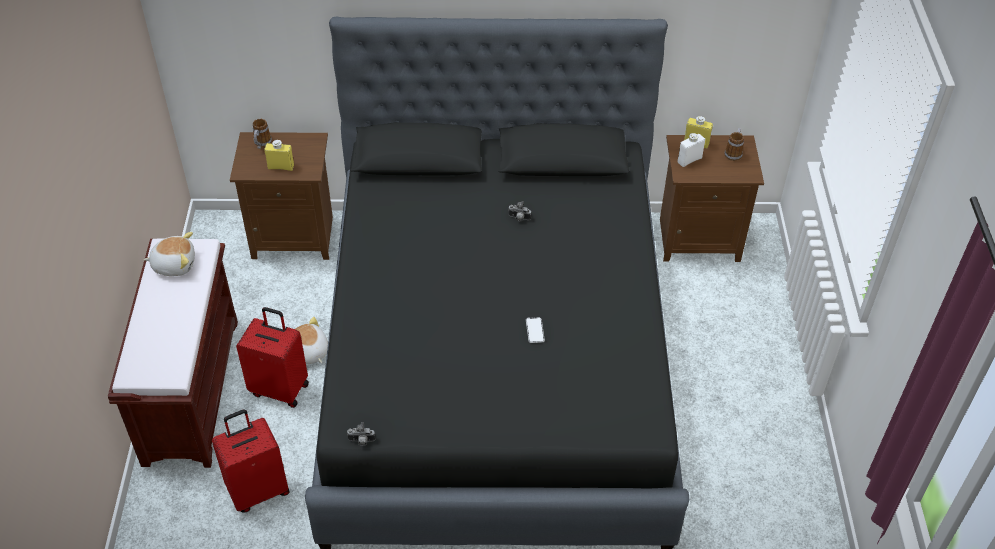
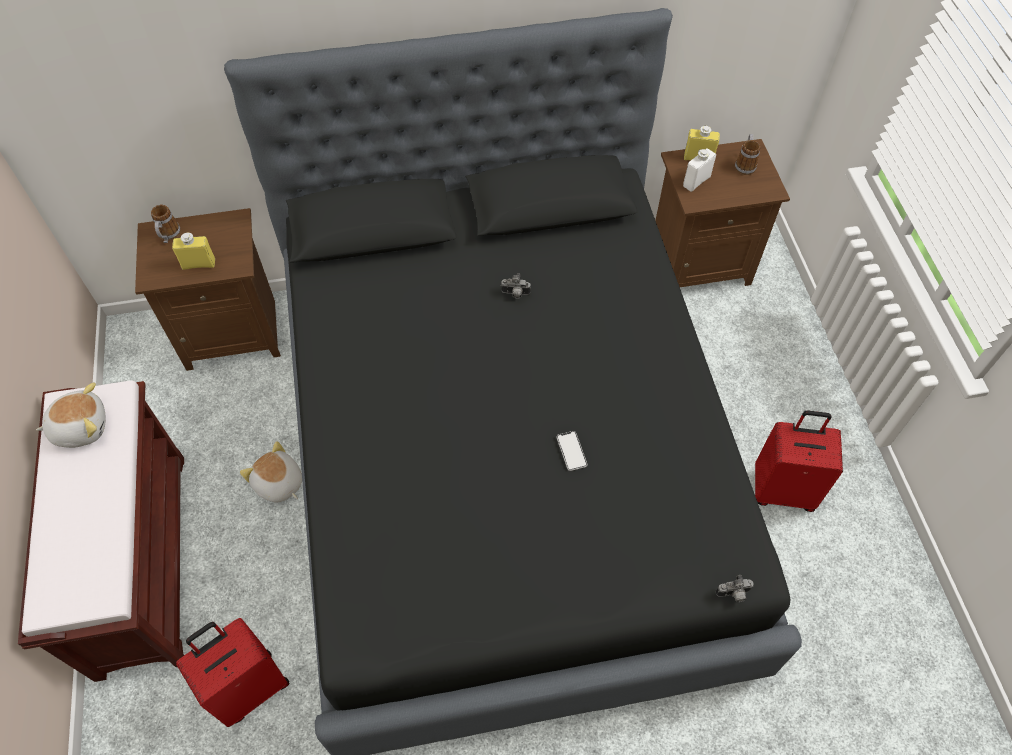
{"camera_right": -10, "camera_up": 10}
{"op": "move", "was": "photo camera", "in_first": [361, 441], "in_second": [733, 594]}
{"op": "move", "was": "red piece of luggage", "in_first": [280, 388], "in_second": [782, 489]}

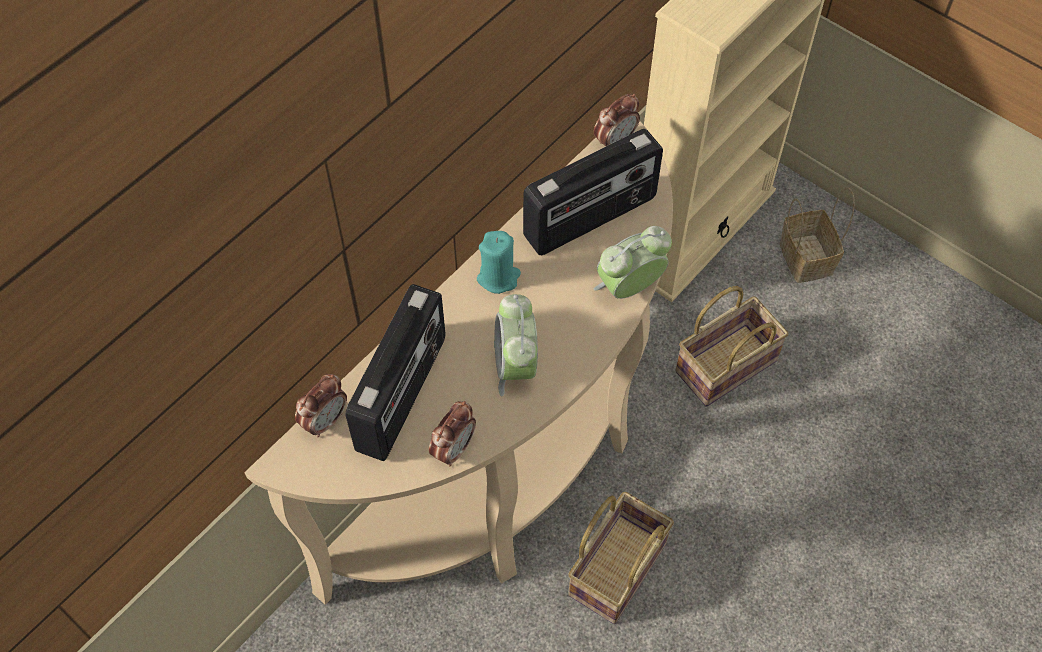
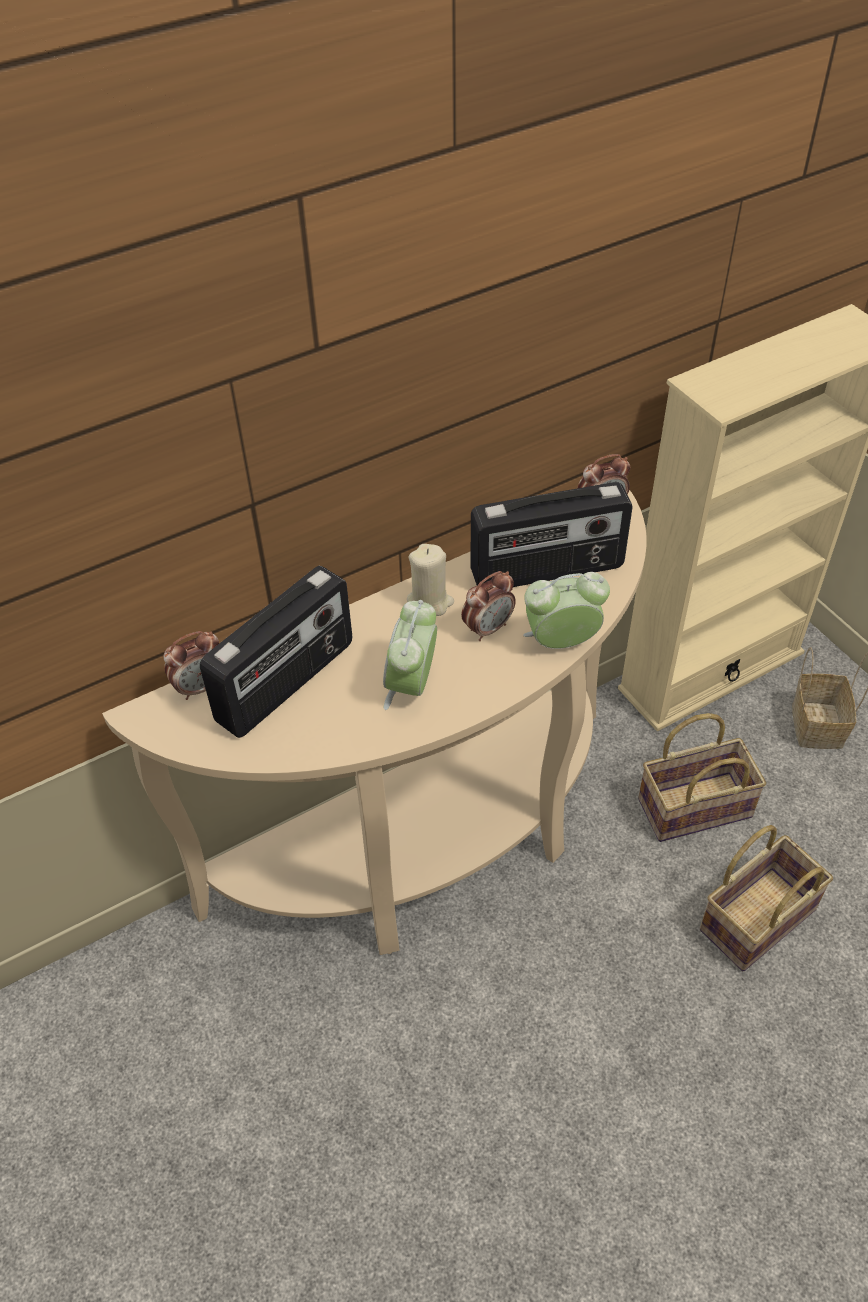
{"camera_right": 20, "camera_up": -10}
{"op": "recolor", "was": "turquoise-coloured wax light", "now": "beige wax light", "in_first": [498, 277], "in_second": [430, 602]}
{"op": "move", "was": "bedside clock", "in_first": [454, 449], "in_second": [488, 628]}
{"op": "move", "was": "basket", "in_first": [617, 566], "in_second": [757, 916]}

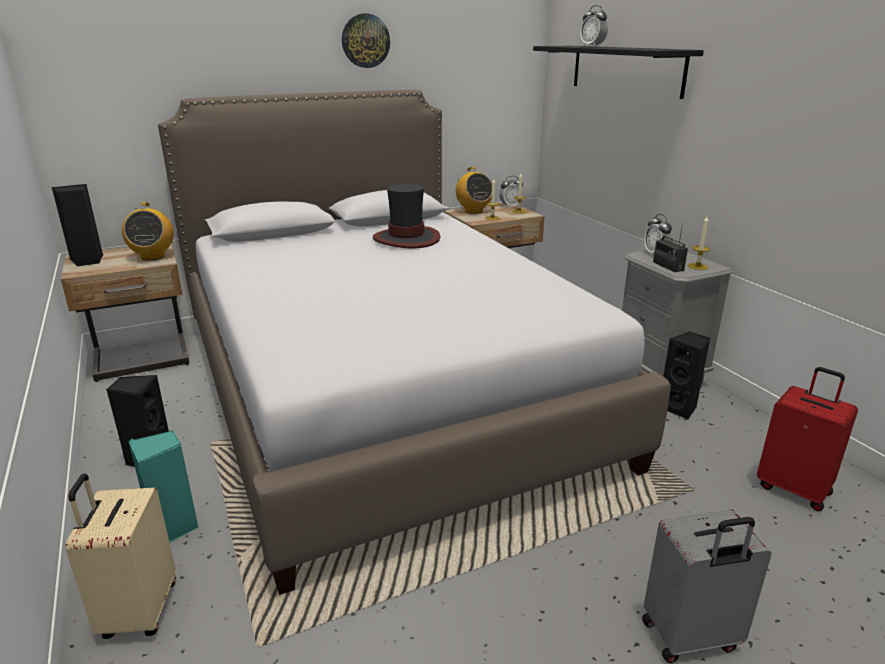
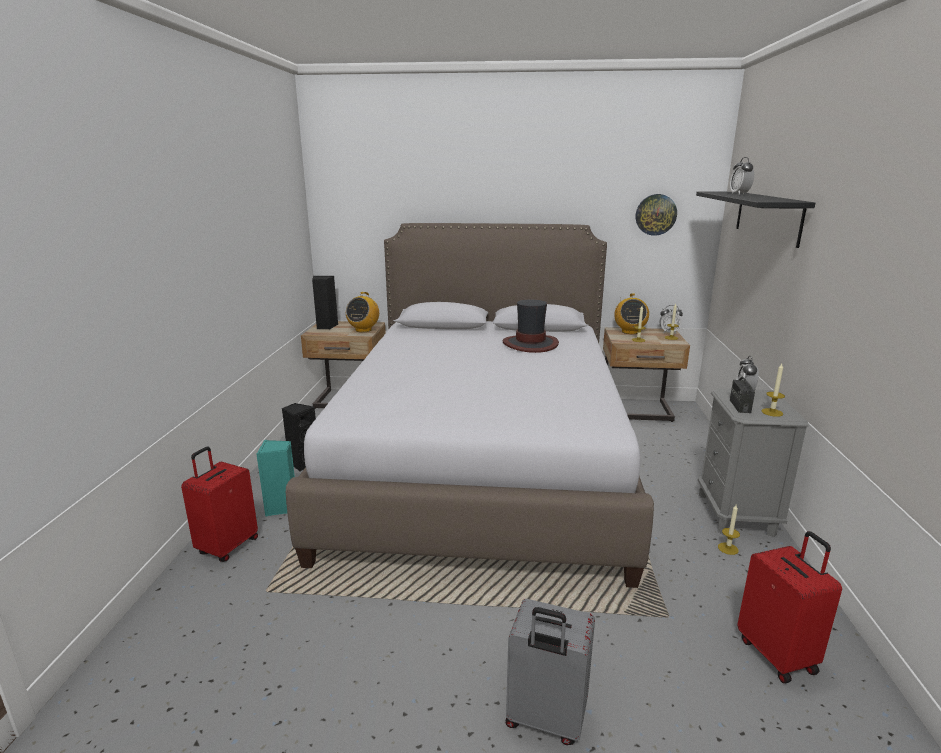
{"camera_right": 30, "camera_up": -5}
{"op": "recolor", "was": "beige piece of luggage", "now": "red piece of luggage", "in_first": [138, 611], "in_second": [227, 546]}
{"op": "move", "was": "wall clock", "in_first": [365, 41], "in_second": [655, 214]}
{"op": "replace", "was": "black-coloured audio speaker", "now": "wax light", "in_first": [679, 408], "in_second": [728, 548]}

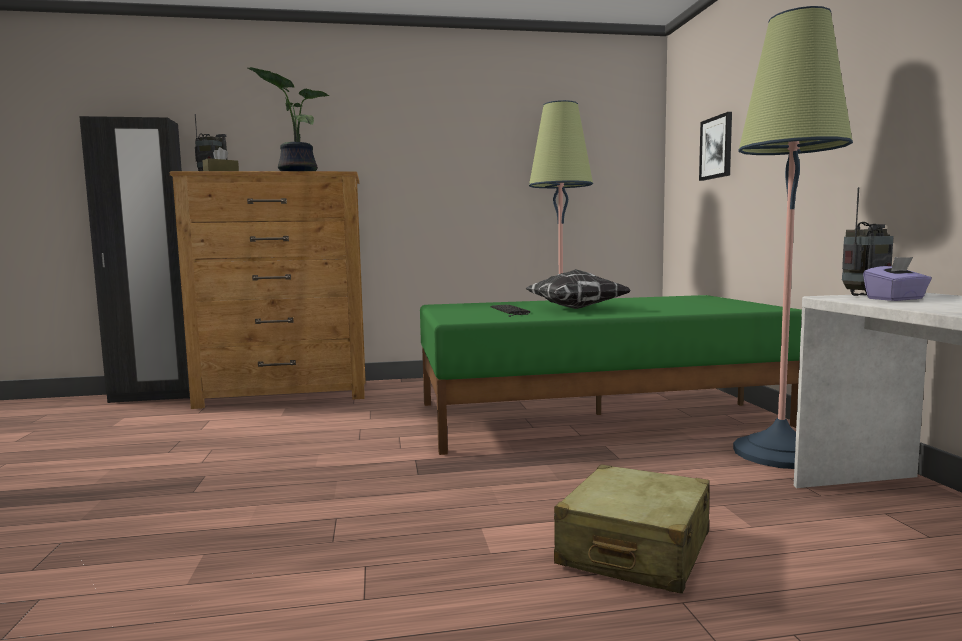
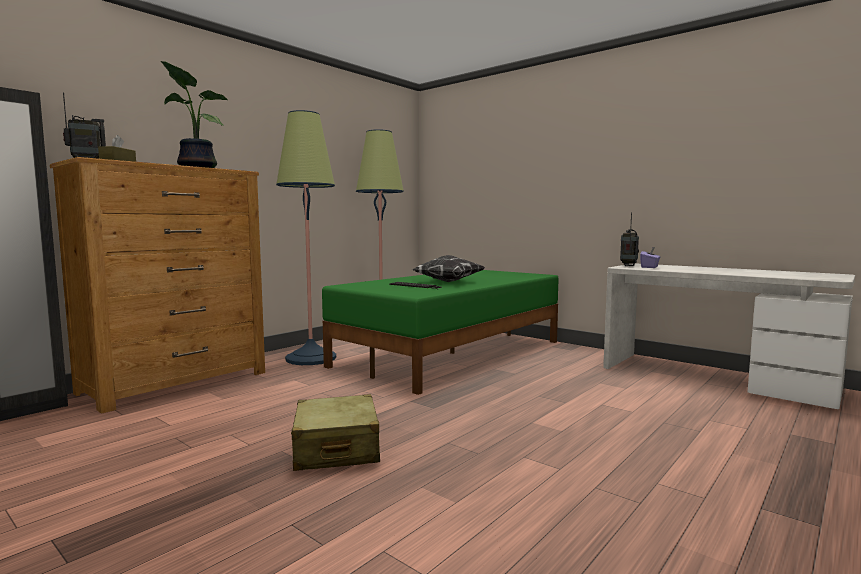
{"camera_right": -40, "camera_up": 0}
{"op": "move", "was": "standing lamp", "in_first": [780, 453], "in_second": [311, 358]}
{"op": "move", "was": "beige piece of luggage", "in_first": [635, 550], "in_second": [336, 448]}
{"op": "delete", "was": "wall picture", "in_first": [716, 147]}

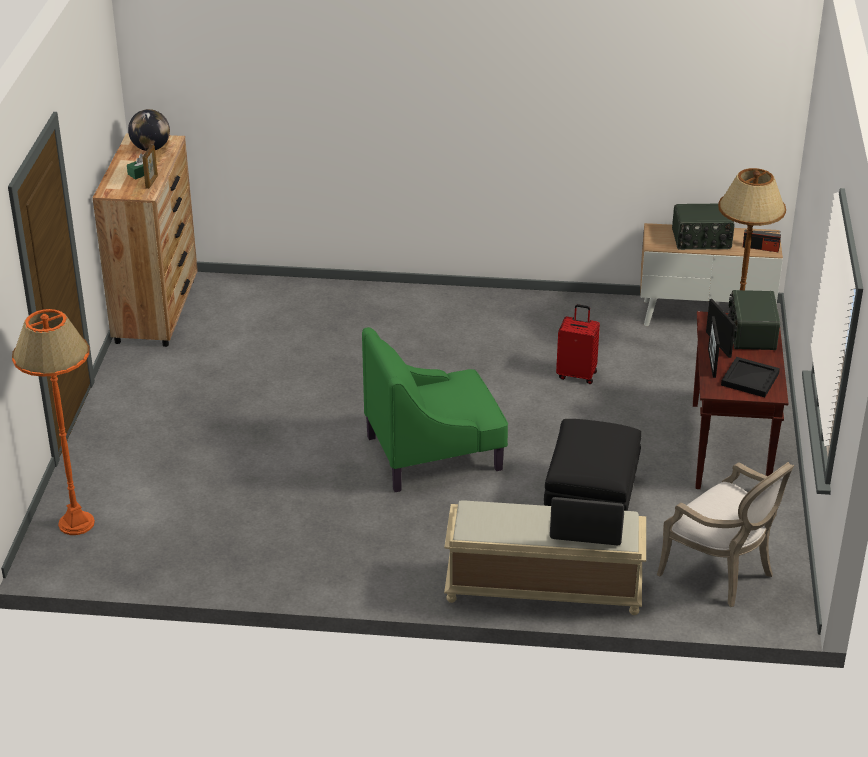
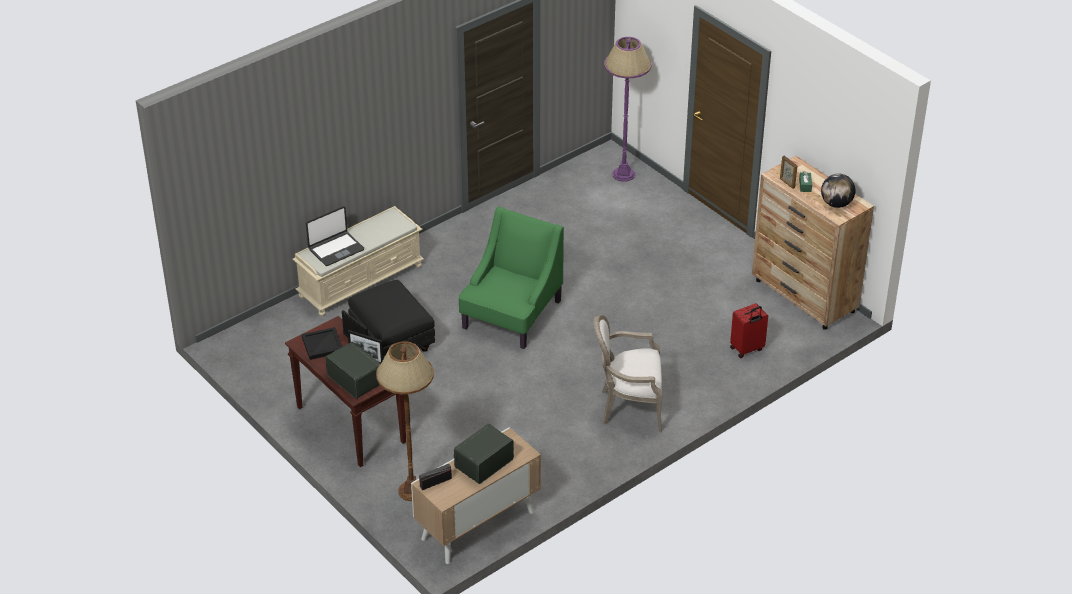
{"camera_right": 135, "camera_up": 5}
{"op": "move", "was": "armchair", "in_first": [722, 573], "in_second": [628, 407]}
{"op": "recolor", "was": "orange-coloured standing lamp", "now": "purple-coloured standing lamp", "in_first": [76, 523], "in_second": [624, 174]}
{"op": "move", "was": "red piece of luggage", "in_first": [577, 374], "in_second": [747, 349]}

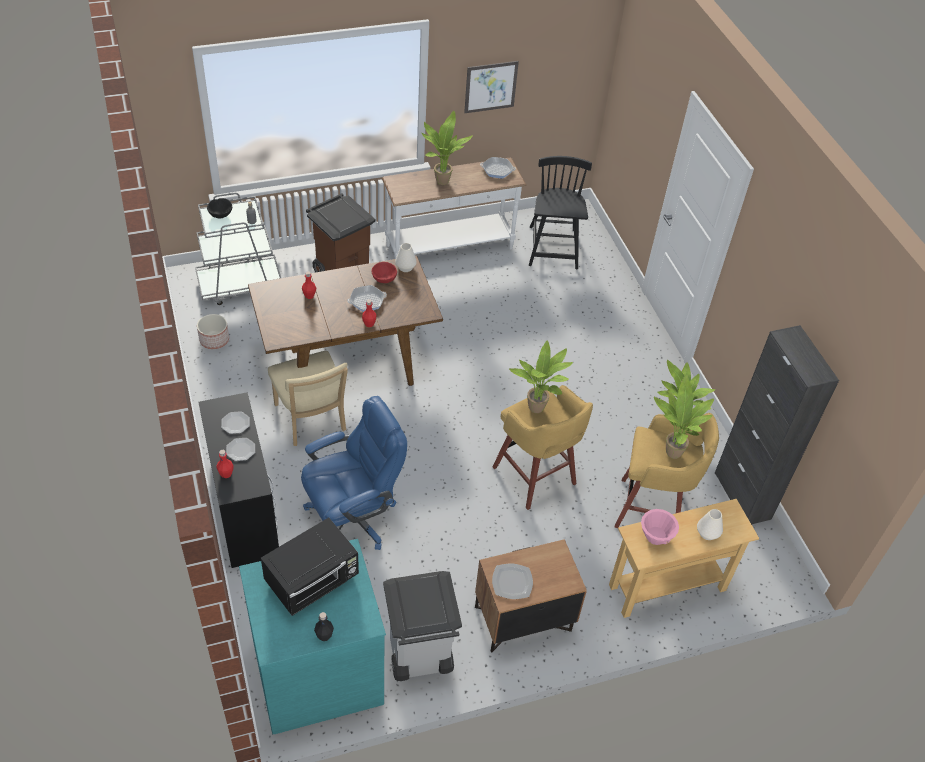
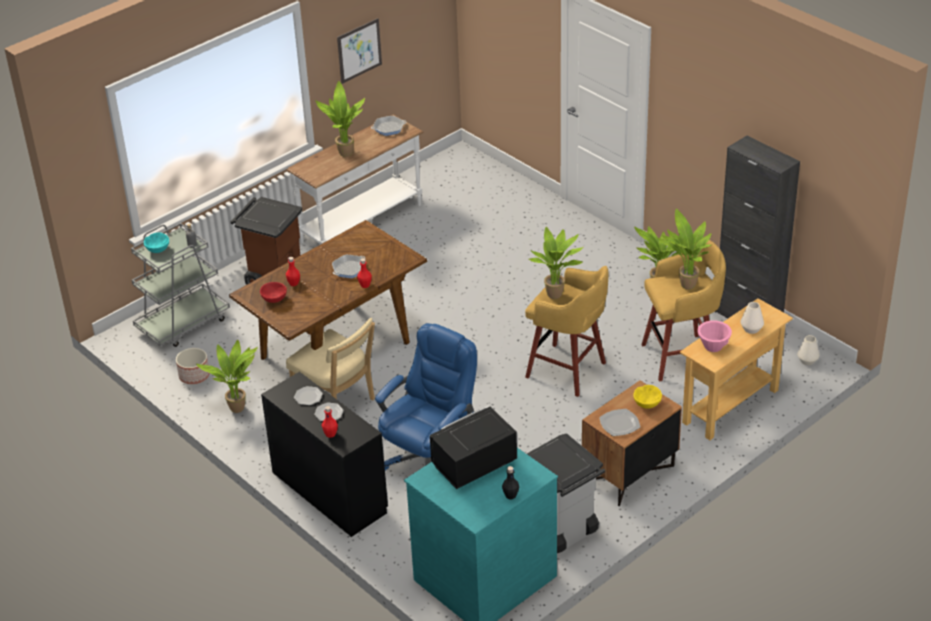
{"camera_right": -20, "camera_up": -10}
{"op": "recolor", "was": "black-coloured deep dish", "now": "turquoise-coloured deep dish", "in_first": [220, 214], "in_second": [157, 249]}
{"op": "insert", "now": "houseplant", "in_second": [238, 407]}
{"op": "move", "was": "red deep dish", "in_first": [384, 279], "in_second": [274, 299]}
{"op": "rotate", "was": "black-coloured microwave oven", "in_first": [313, 580], "in_second": [473, 465], "clockwise": -150}
{"op": "insert", "now": "yellowish deep dish", "in_second": [647, 404]}
{"op": "move", "was": "white flower vase", "in_first": [405, 267], "in_second": [807, 360]}
{"op": "delete", "was": "black-coloured chair", "in_first": [553, 249]}

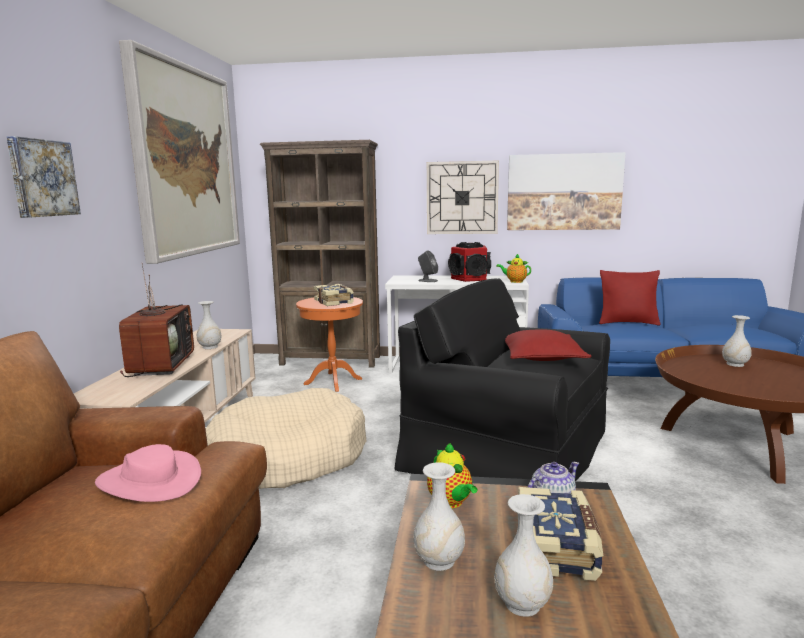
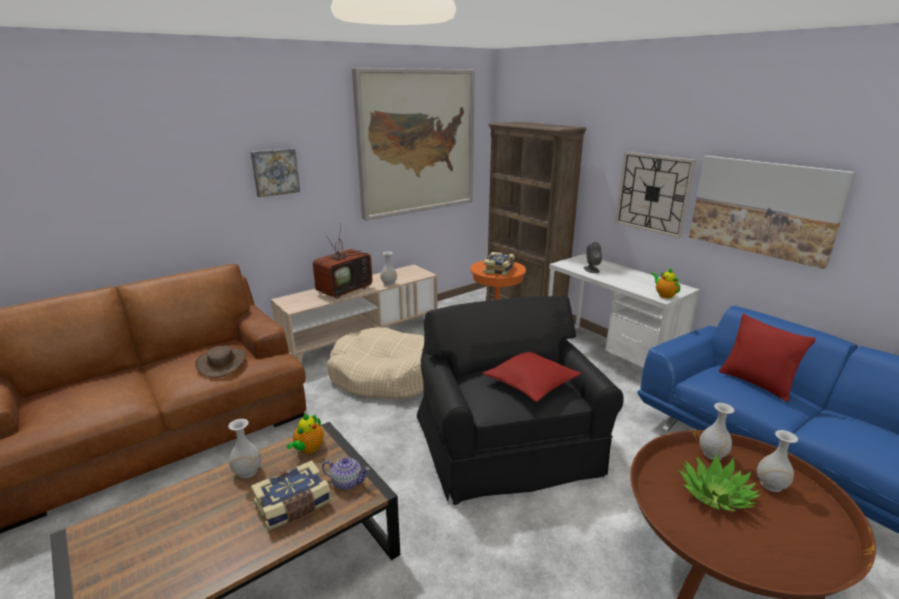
{"camera_right": 45, "camera_up": 10}
{"op": "recolor", "was": "pink-coloured hat", "now": "brown hat", "in_first": [150, 480], "in_second": [222, 363]}
{"op": "insert", "now": "houseplant", "in_second": [714, 495]}
{"op": "move", "was": "white flower vase", "in_first": [522, 603], "in_second": [713, 454]}
{"op": "delete", "was": "audio speaker", "in_first": [470, 278]}

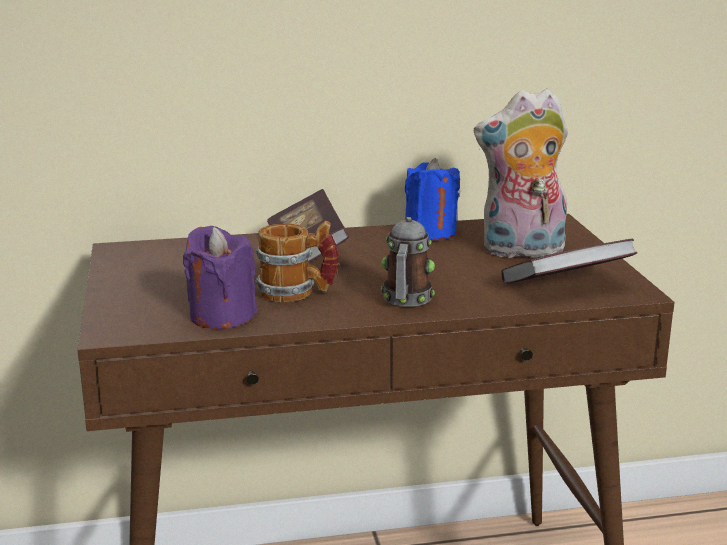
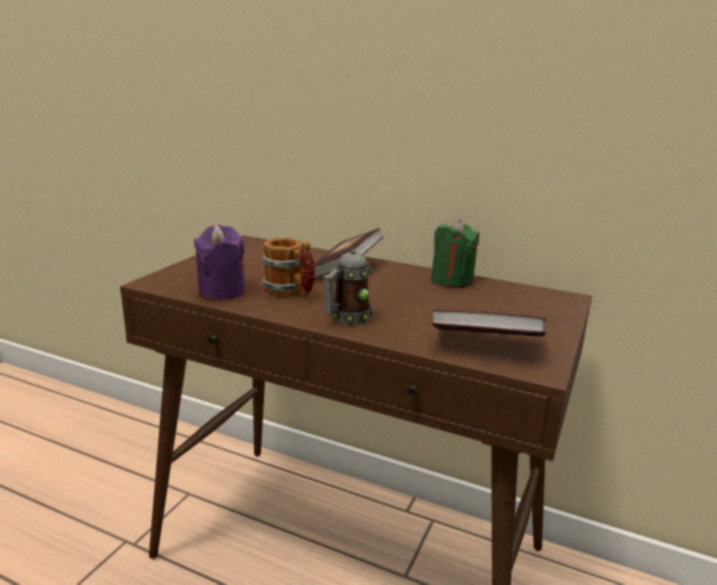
{"camera_right": 35, "camera_up": 0}
{"op": "recolor", "was": "blue wax light", "now": "green wax light", "in_first": [430, 232], "in_second": [452, 280]}
{"op": "delete", "was": "cuddly toy", "in_first": [521, 252]}

